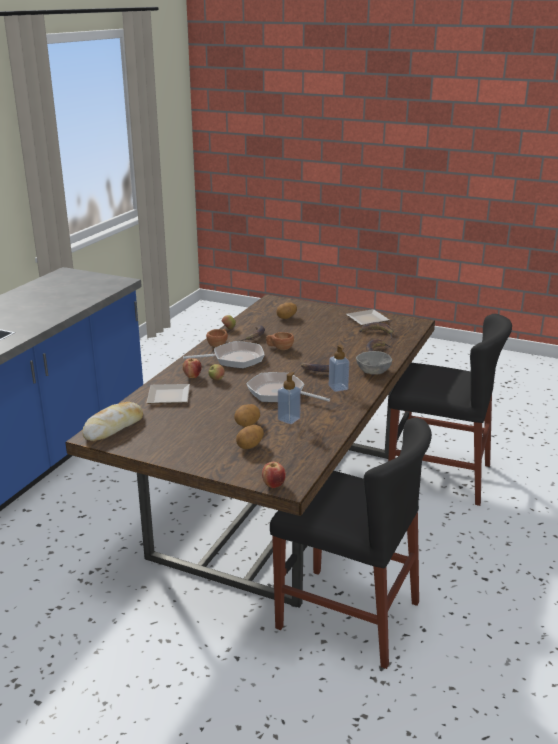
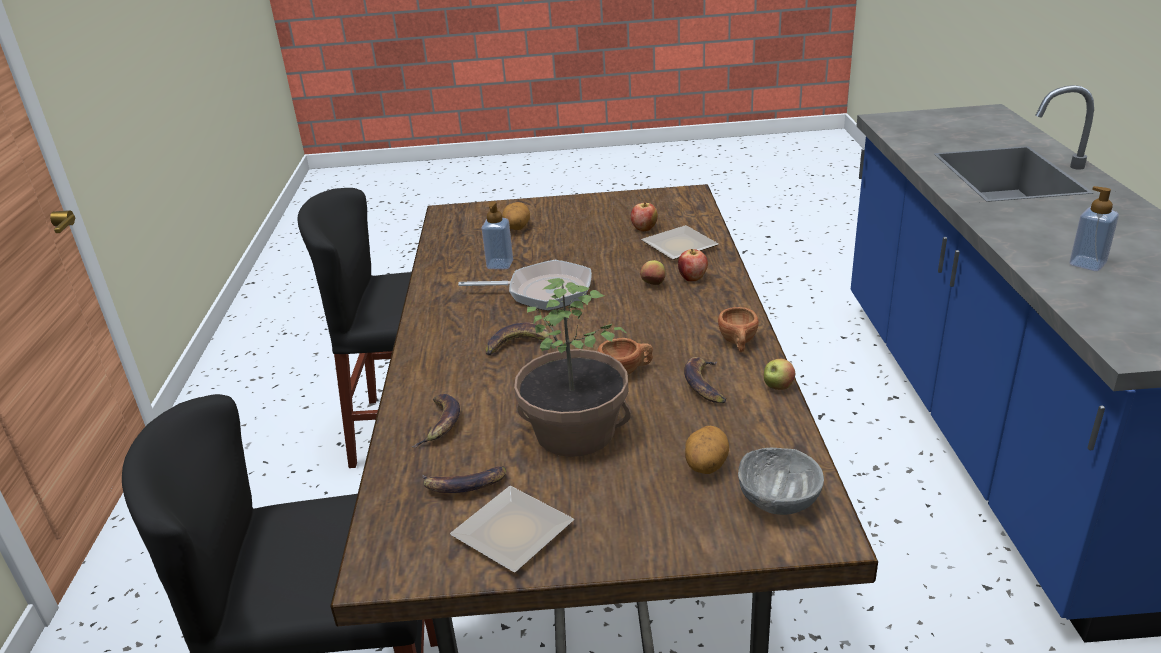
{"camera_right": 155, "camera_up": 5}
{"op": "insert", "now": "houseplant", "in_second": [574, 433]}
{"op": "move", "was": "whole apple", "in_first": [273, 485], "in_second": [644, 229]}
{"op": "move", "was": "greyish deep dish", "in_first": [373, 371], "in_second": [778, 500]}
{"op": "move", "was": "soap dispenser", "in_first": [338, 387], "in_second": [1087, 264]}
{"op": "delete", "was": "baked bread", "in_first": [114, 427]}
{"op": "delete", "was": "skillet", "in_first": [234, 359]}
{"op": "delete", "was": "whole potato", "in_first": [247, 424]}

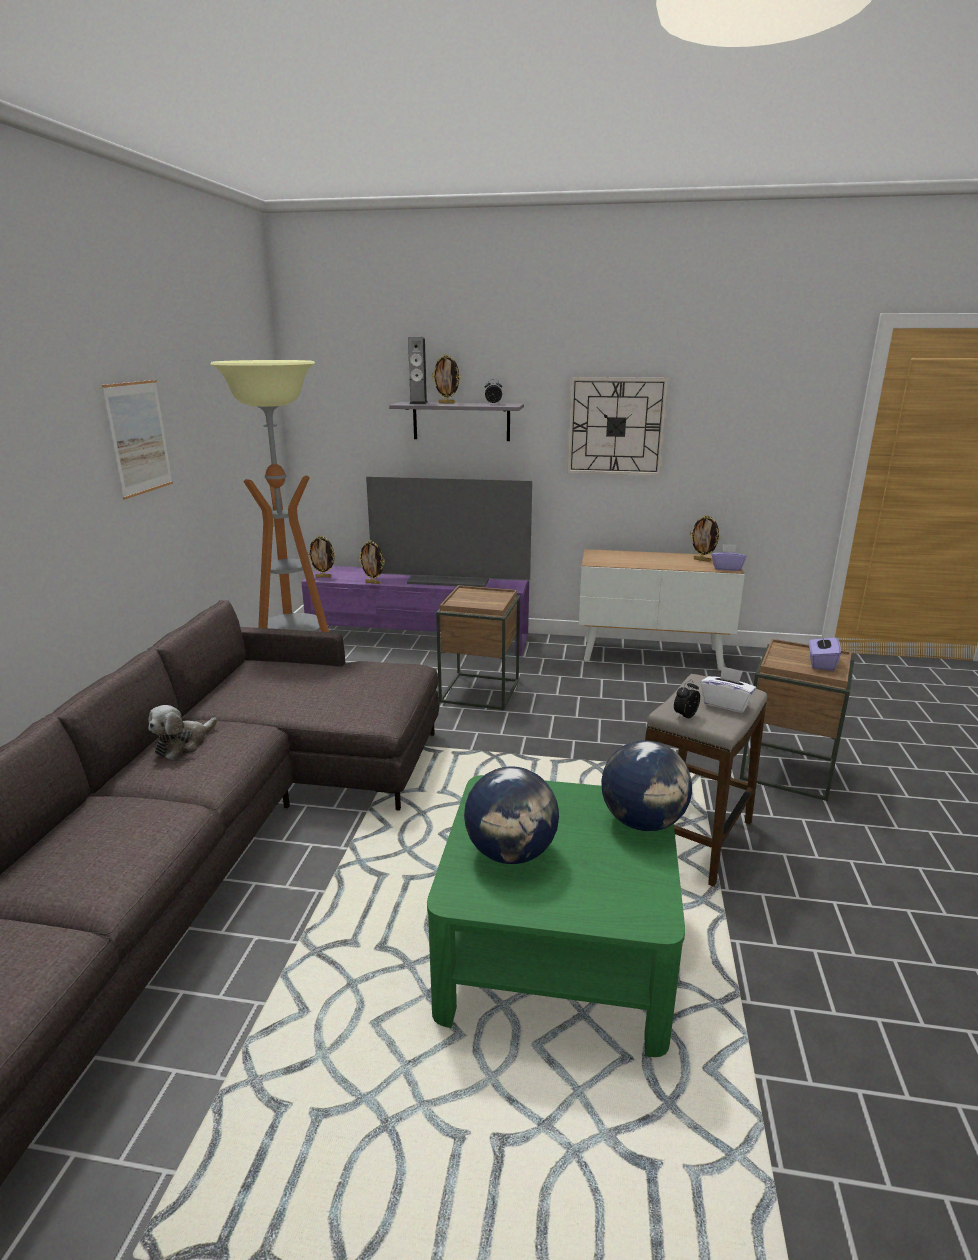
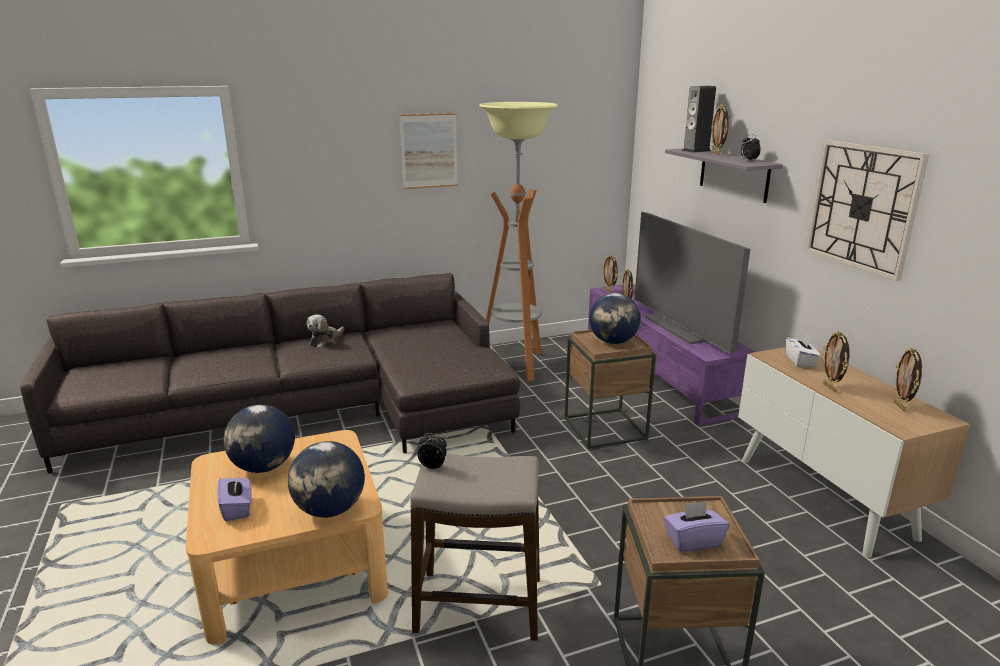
{"camera_right": 60, "camera_up": 0}
{"op": "recolor", "was": "green lounge table", "now": "beige lounge table", "in_first": [555, 949], "in_second": [294, 565]}
{"op": "move", "was": "purple-coloured tissue box", "in_first": [726, 568], "in_second": [237, 509]}
{"op": "rotate", "was": "cuddly toy", "in_first": [183, 744], "in_second": [325, 341], "clockwise": -60}
{"op": "insert", "now": "world globe", "in_second": [613, 342]}
{"op": "move", "was": "white tissue box", "in_first": [726, 704], "in_second": [800, 361]}
{"op": "insert", "now": "photo frame", "in_second": [830, 387]}

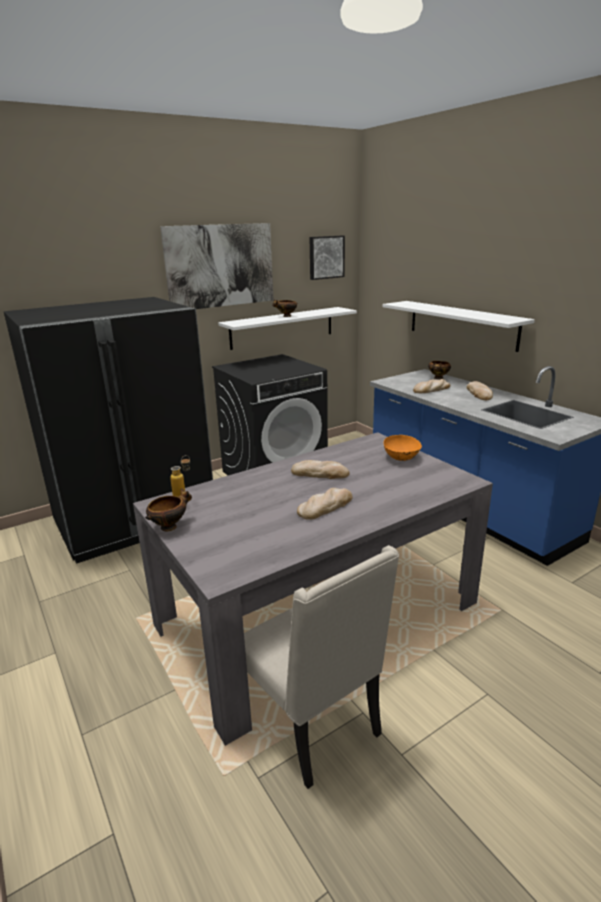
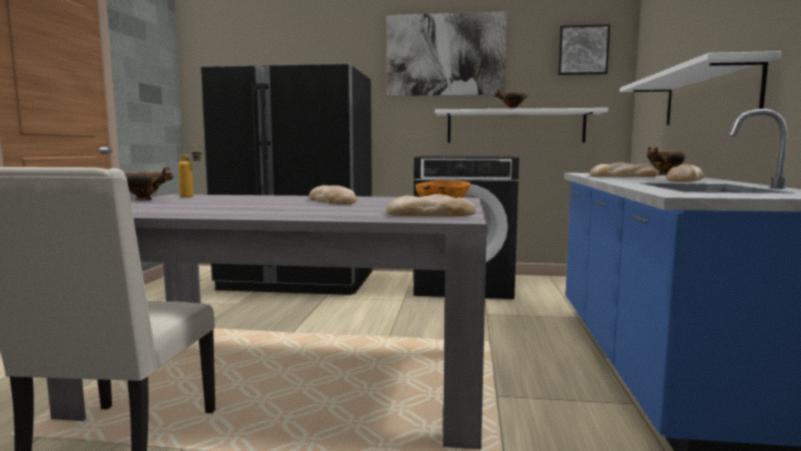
{"camera_right": 40, "camera_up": -15}
{"op": "move", "was": "baked bread", "in_first": [325, 506], "in_second": [430, 214]}

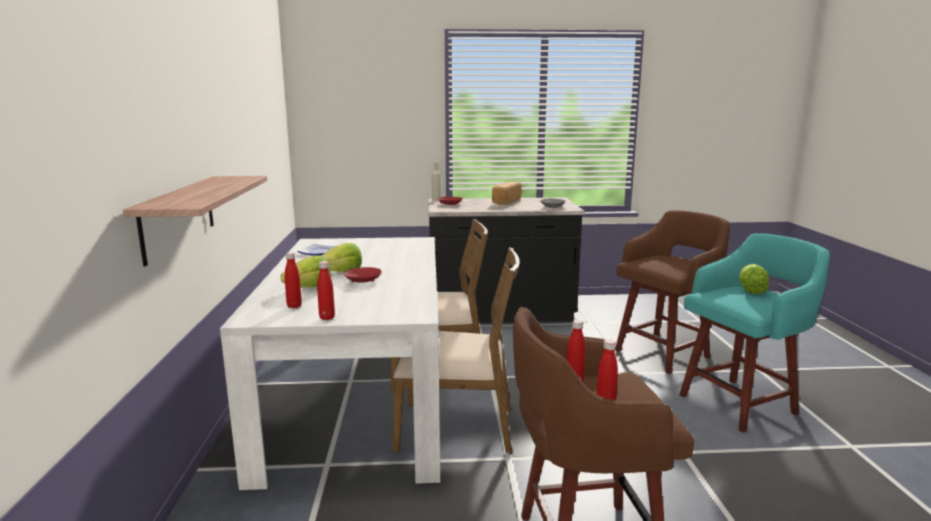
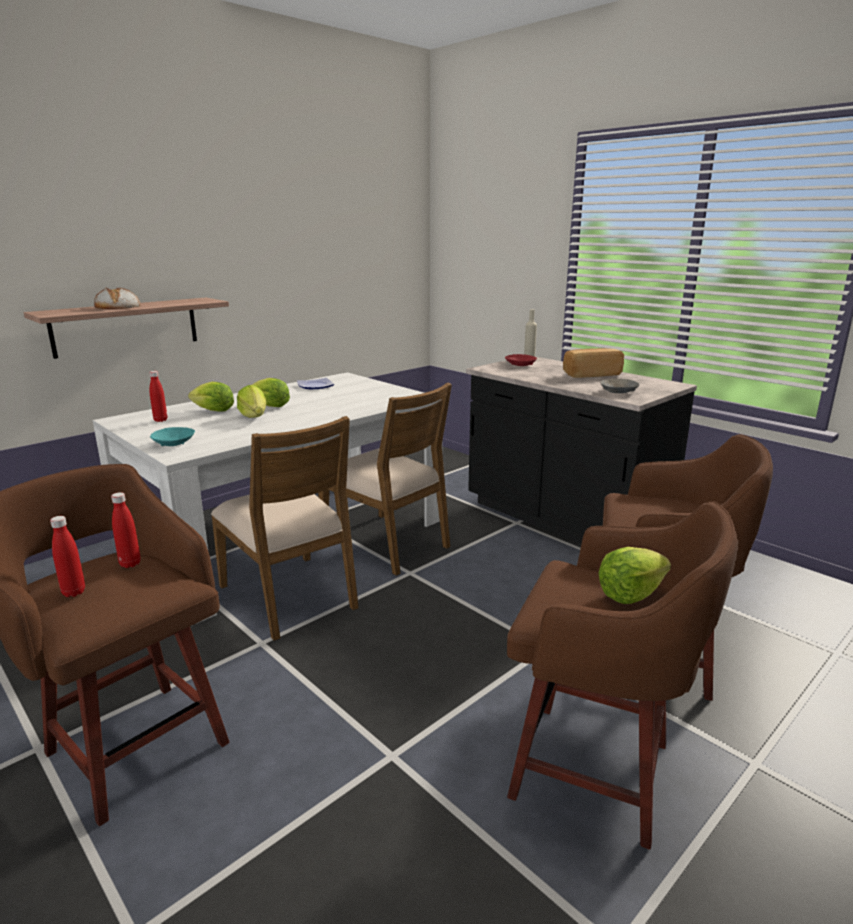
{"camera_right": 50, "camera_up": 5}
{"op": "insert", "now": "baked bread", "in_second": [117, 307]}
{"op": "insert", "now": "turquoise-coloured deep dish", "in_second": [173, 443]}
{"op": "replace", "was": "red deep dish", "now": "lettuce head", "in_first": [363, 280], "in_second": [254, 417]}
{"op": "recolor", "was": "turquoise-coloured sitting stool", "now": "brown sitting stool", "in_first": [740, 403], "in_second": [598, 772]}
{"op": "delete", "was": "red beverage bottle", "in_first": [327, 318]}

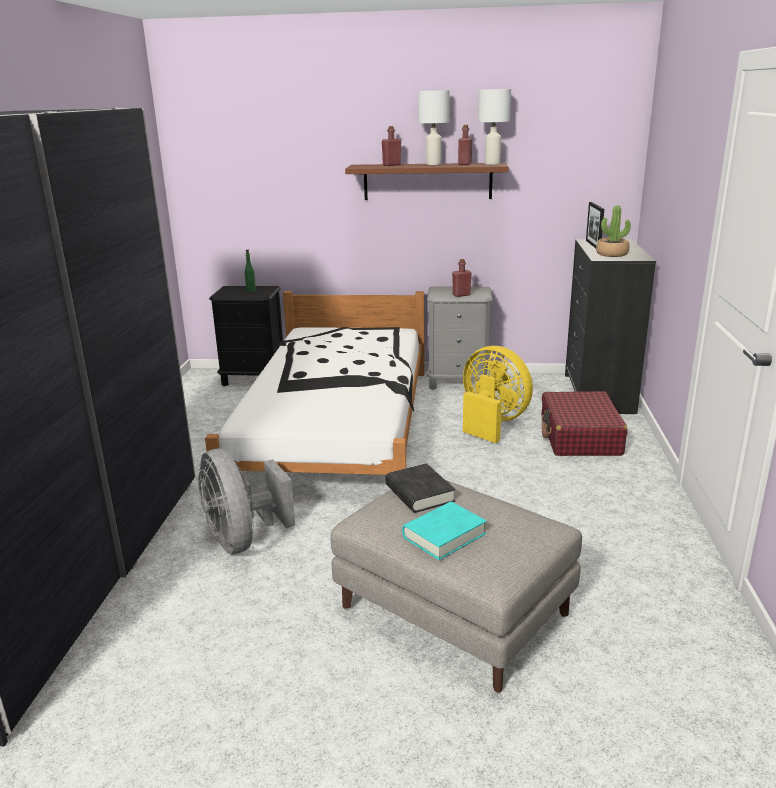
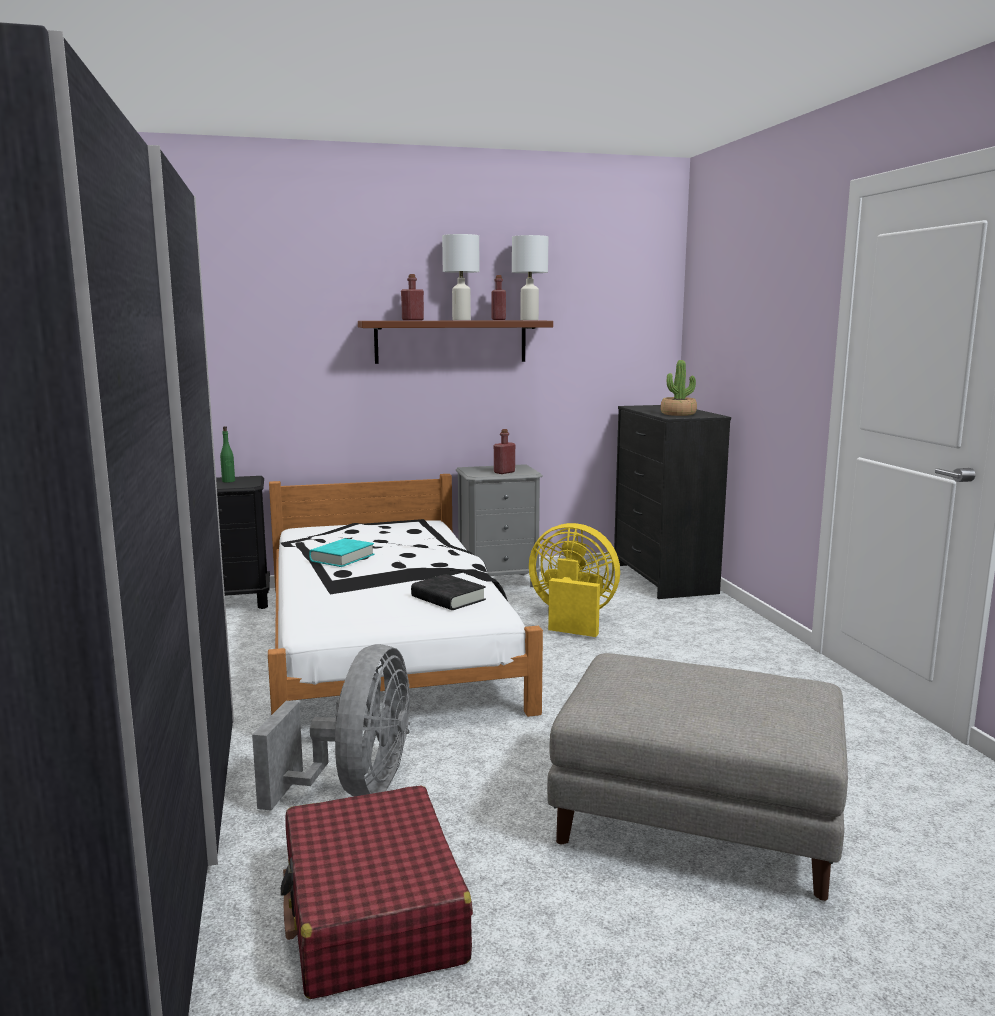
{"camera_right": -20, "camera_up": -10}
{"op": "rotate", "was": "greyish fan", "in_first": [243, 540], "in_second": [356, 788], "clockwise": -120}
{"op": "move", "was": "red piece of luggage", "in_first": [580, 437], "in_second": [373, 913]}
{"op": "move", "was": "turquoise-coloured bound book", "in_first": [444, 535], "in_second": [342, 558]}
{"op": "move", "was": "black-coloured bound book", "in_first": [419, 493], "in_second": [448, 598]}
{"op": "delete", "was": "photo frame", "in_first": [593, 245]}

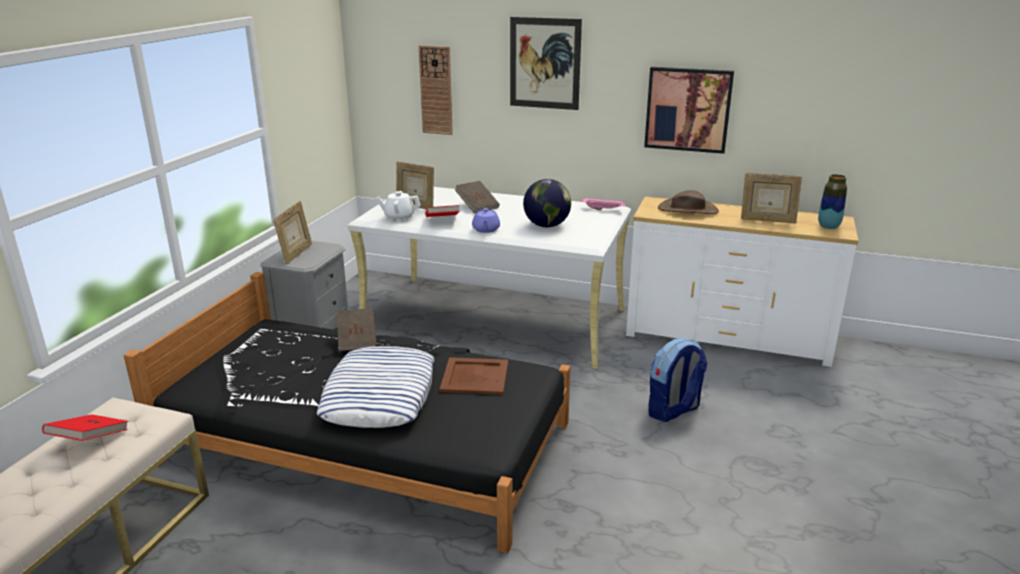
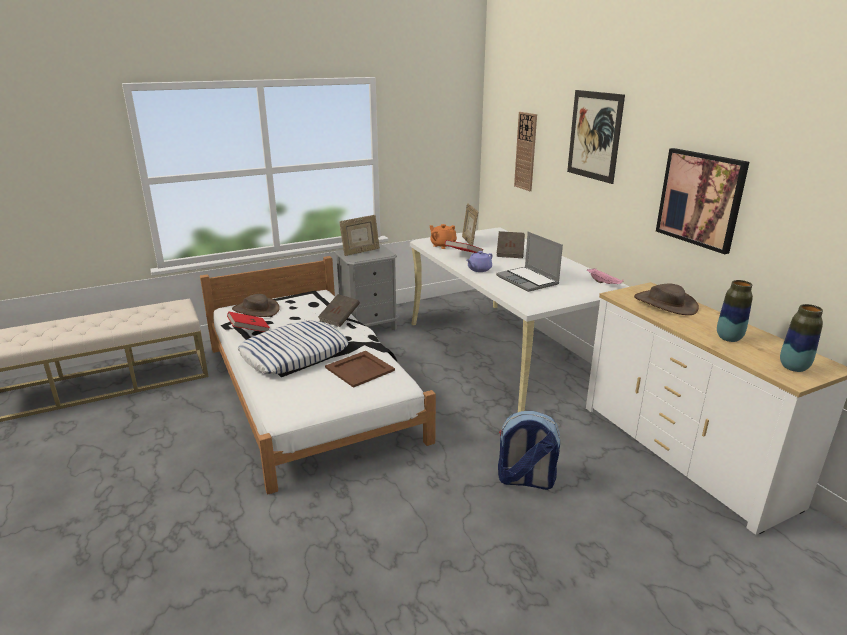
{"camera_right": 45, "camera_up": 0}
{"op": "recolor", "was": "black-coloured bed", "now": "white bed", "in_first": [367, 443], "in_second": [308, 390]}
{"op": "move", "was": "red bound book", "in_first": [90, 440], "in_second": [249, 330]}
{"op": "insert", "now": "brown hat", "in_second": [256, 310]}
{"op": "recolor", "was": "white pot for tea", "now": "orange-coloured pot for tea", "in_first": [399, 218], "in_second": [442, 245]}
{"op": "replace", "was": "world globe", "now": "notebook computer", "in_first": [546, 226], "in_second": [528, 280]}
{"op": "replace", "was": "photo frame", "now": "flower vase", "in_first": [767, 221], "in_second": [729, 338]}

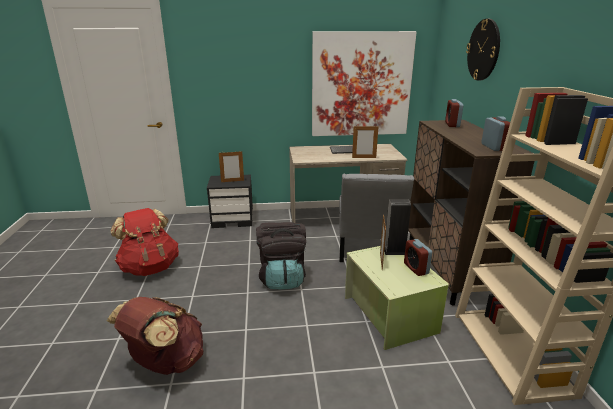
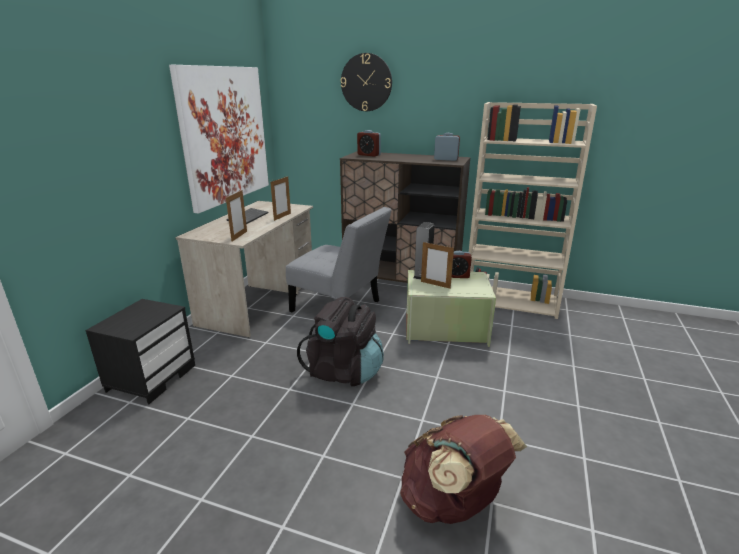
{"camera_right": -65, "camera_up": 0}
{"op": "move", "was": "photo frame", "in_first": [232, 181], "in_second": [239, 236]}
{"op": "delete", "was": "red rucksack", "in_first": [150, 267]}

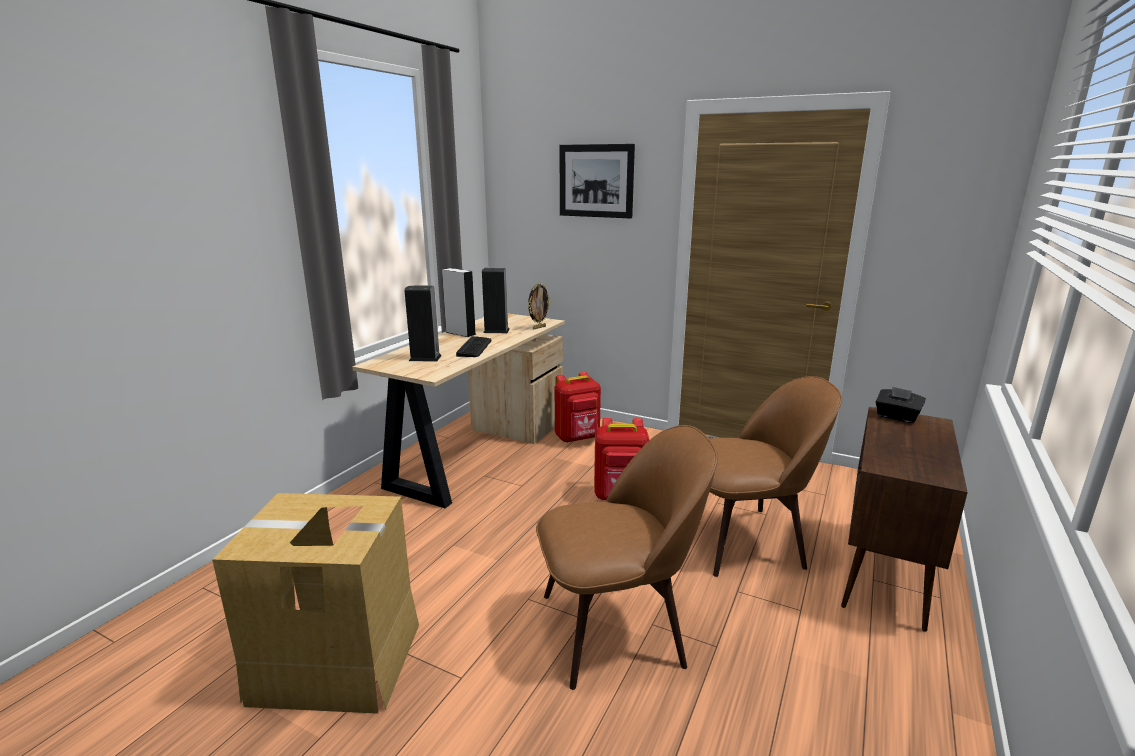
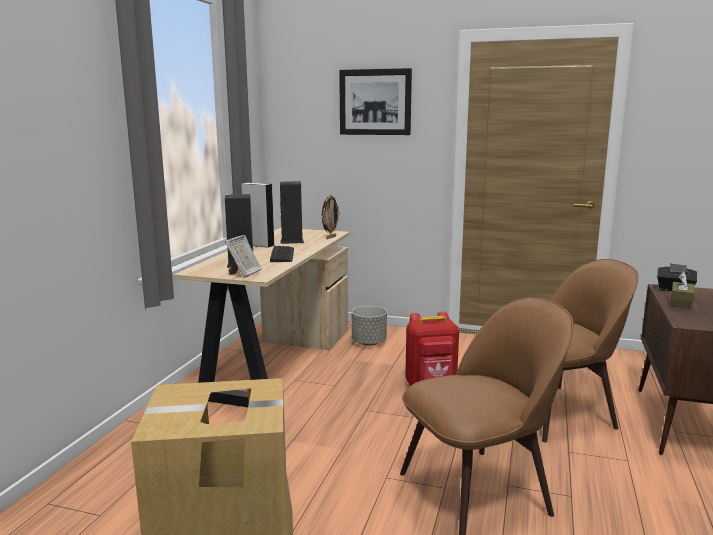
{"camera_right": -10, "camera_up": -5}
{"op": "insert", "now": "photo frame", "in_second": [244, 274]}
{"op": "replace", "was": "red rucksack", "now": "greyish planter", "in_first": [578, 438], "in_second": [369, 342]}
{"op": "insert", "now": "brown tissue box", "in_second": [681, 302]}

